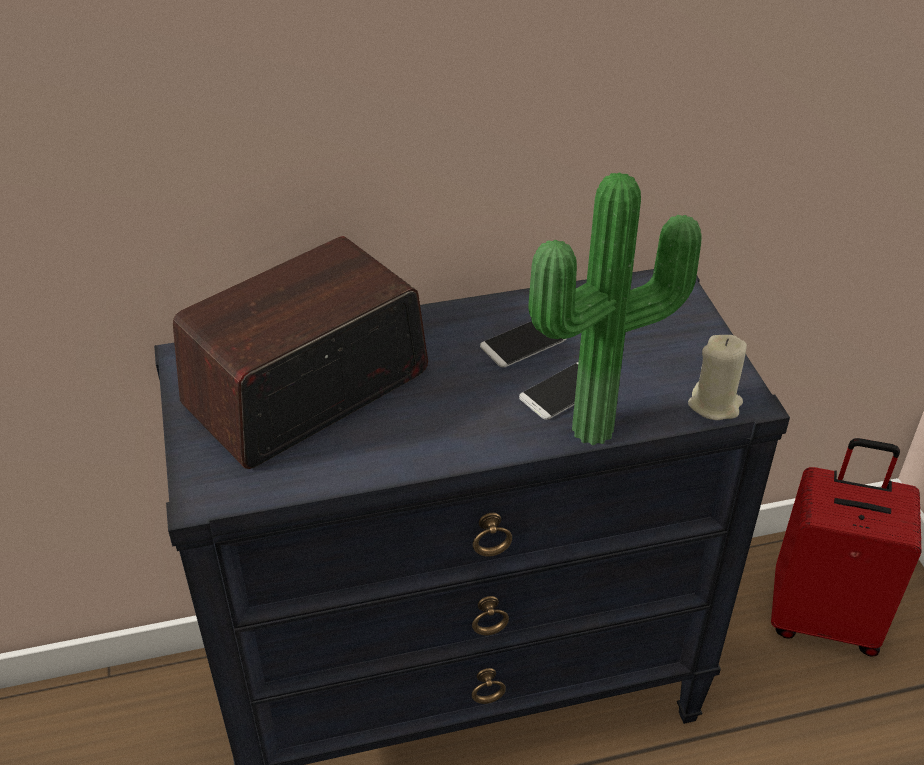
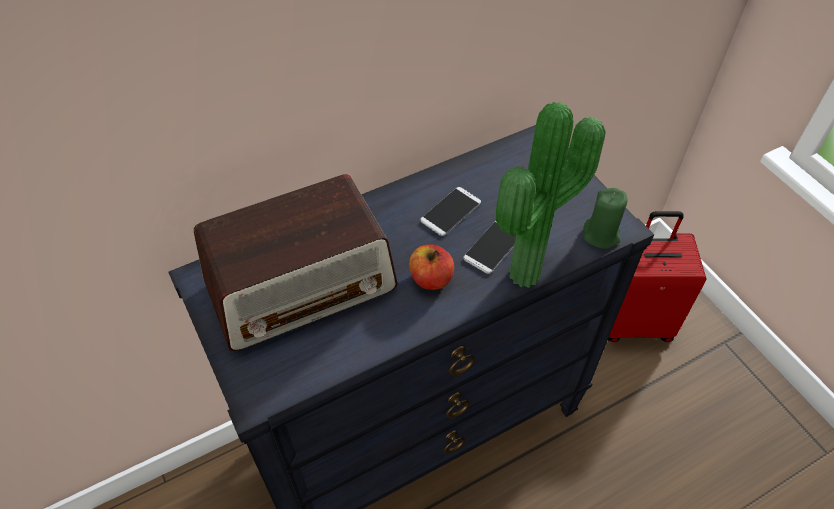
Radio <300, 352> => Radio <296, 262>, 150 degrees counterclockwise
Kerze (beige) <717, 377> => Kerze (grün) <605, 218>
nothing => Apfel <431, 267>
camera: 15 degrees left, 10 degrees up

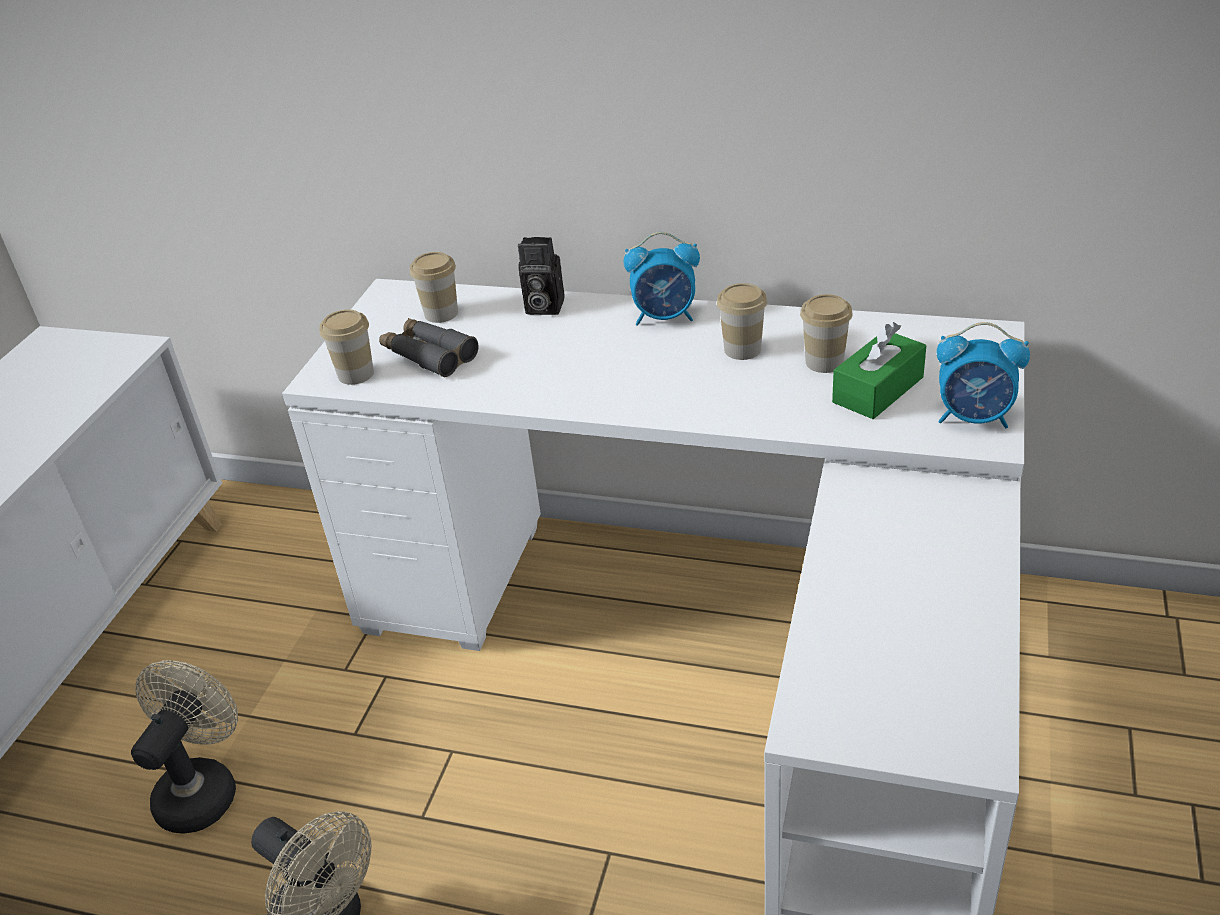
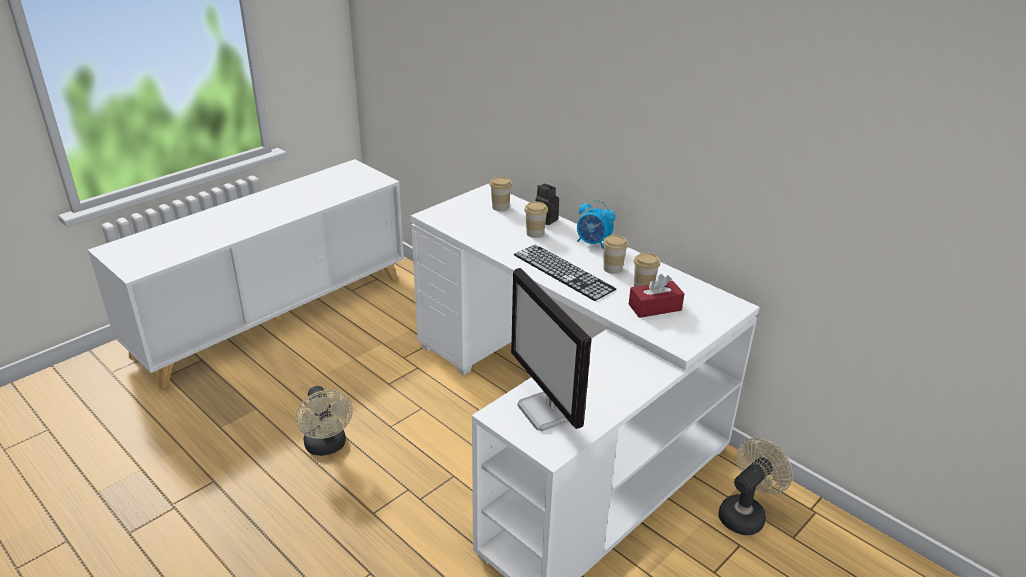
Ventilator (beige) <184, 747> => Ventilator (beige) <755, 486>, moved
Tasse <346, 347> => Tasse <536, 219>, moved
Fernglas (grau) <429, 347> => nothing
Taschentuchbox (grün) <879, 370> => Taschentuchbox (rot) <656, 296>
Wecker <983, 375> => nothing
nothing => Monitor <551, 349>
nothing => Tastatur <565, 272>
camera: 25 degrees right, 5 degrees down

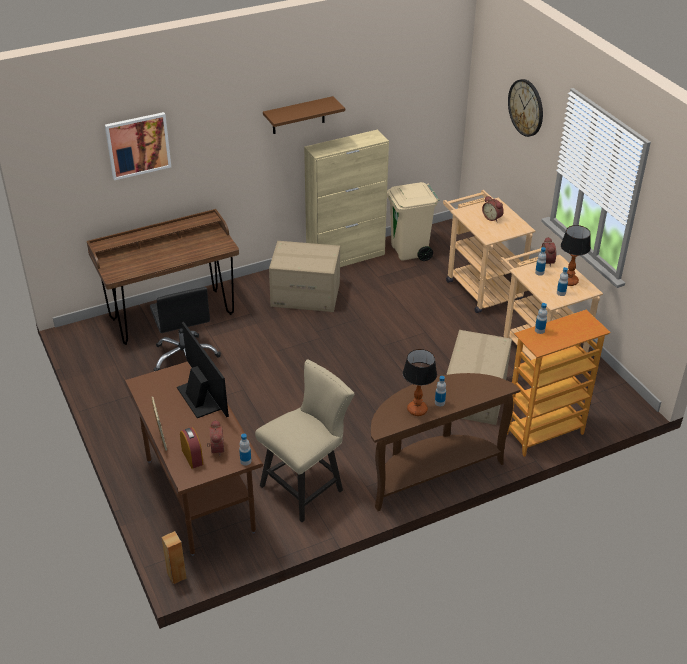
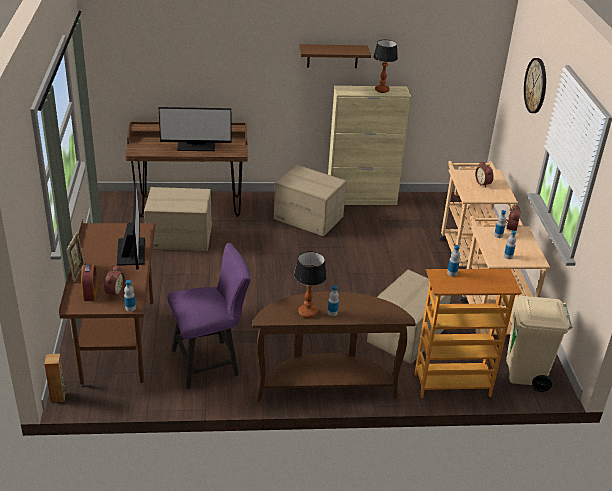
Bild <138, 146> => nothing
Bürostuhl (schwarz) <185, 329> => Karton <178, 219>
Stuhl (beige) <305, 440> => Stuhl (lila) <209, 316>
Mülleimer (beige) <413, 221> => Mülleimer (beige) <539, 344>, moved
Tischlampe <576, 255> => Tischlampe <385, 66>, moved
nothing => Monitor <195, 129>
camera: 20 degrees right, 5 degrees down

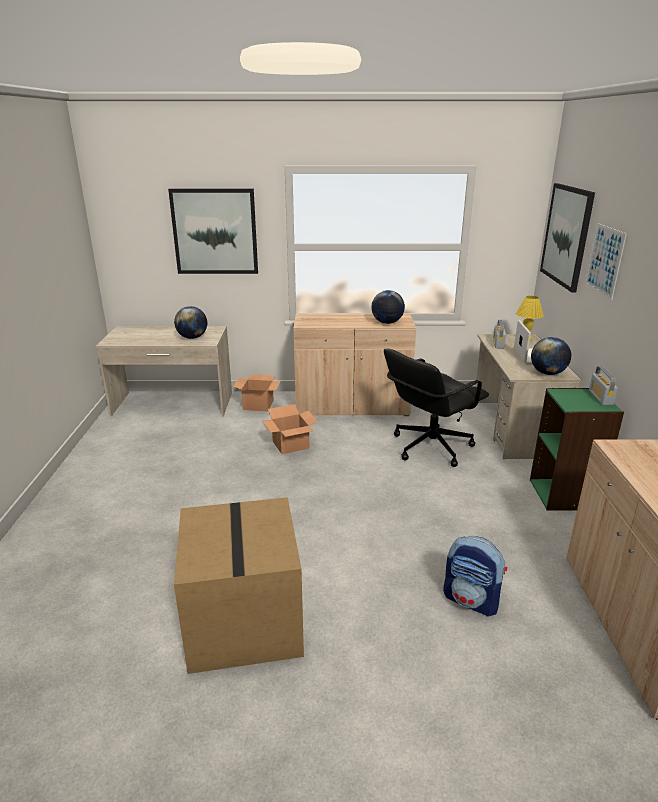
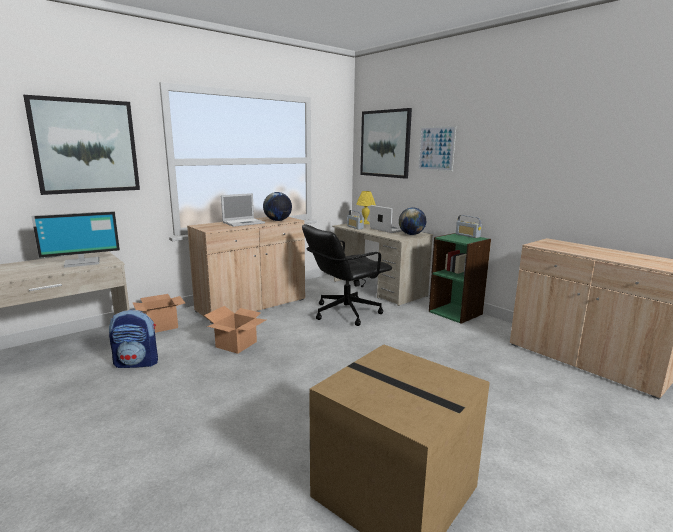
Globus <190, 322> => Monitor <75, 239>
Bürostuhl (schwarz) <436, 407> => Bürostuhl (schwarz) <347, 275>, 45 degrees clockwise
Rucksack <475, 576> => Rucksack <133, 338>, moved
nothing => Laptop <243, 210>
camera: 40 degrees left, 10 degrees down

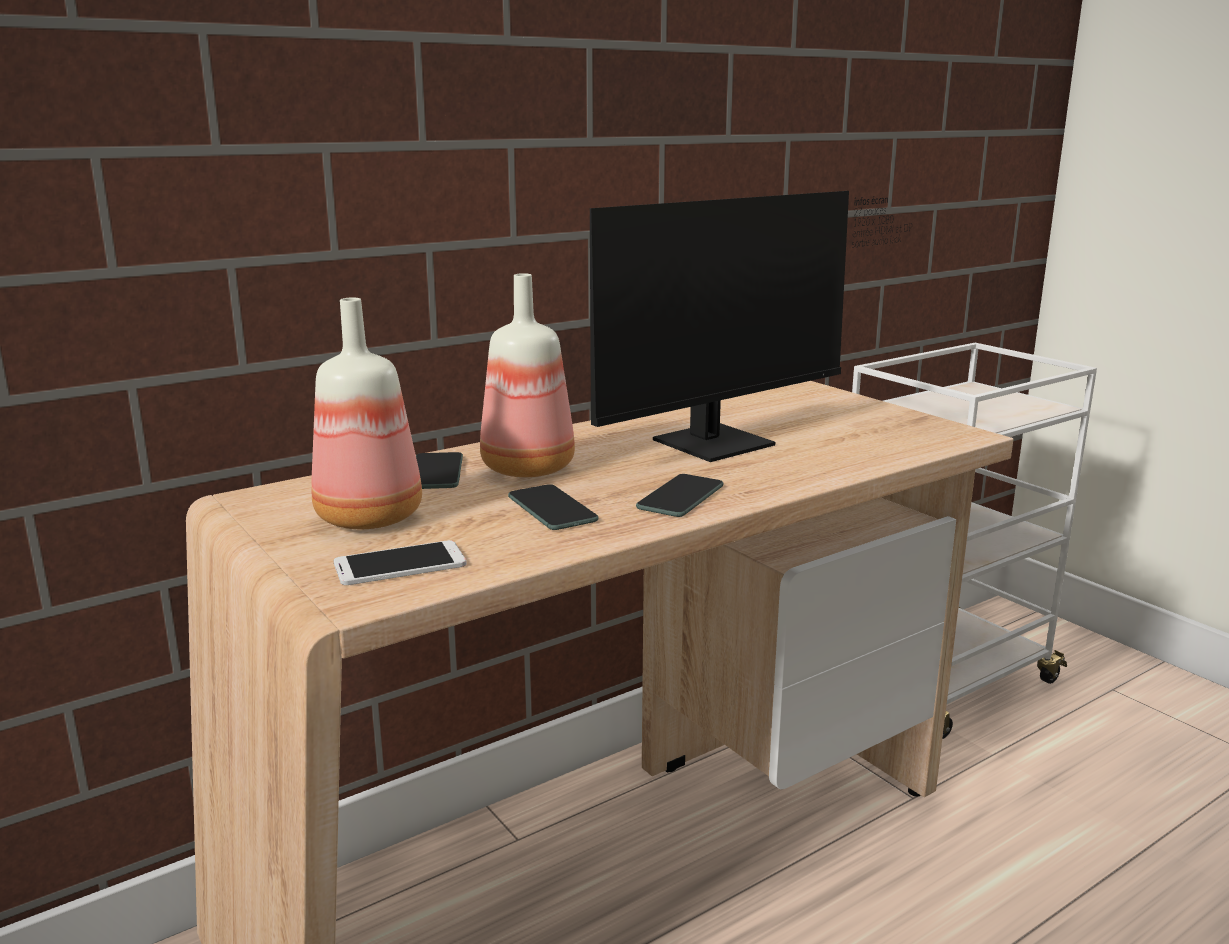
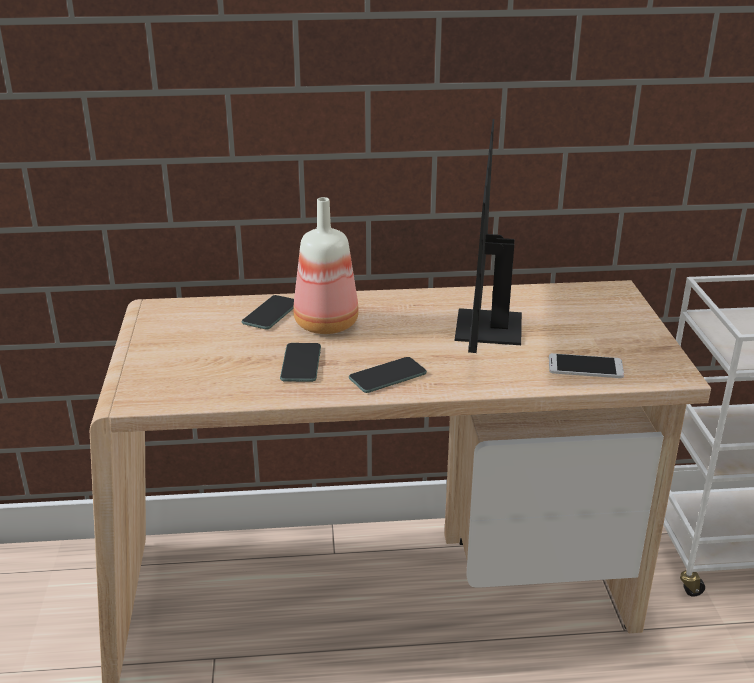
Flasche <366, 413> => nothing
Handy <400, 562> => Handy <586, 365>, moved
Monitor <751, 326> => Monitor <488, 236>, 105 degrees clockwise
camera: 30 degrees right, 10 degrees up

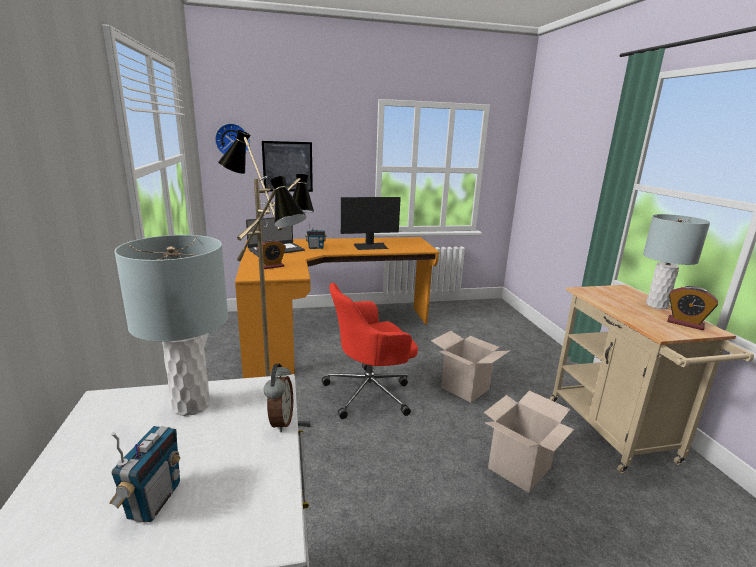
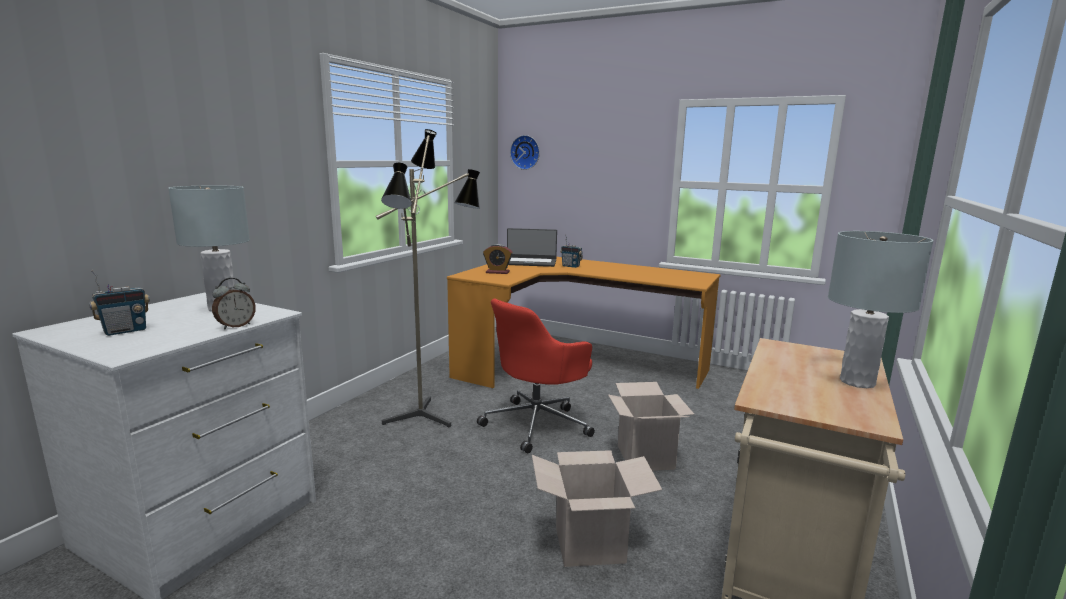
Bild <287, 166> => nothing
Bürostuhl (rot) <370, 351> => Bürostuhl (rot) <536, 375>, 60 degrees counterclockwise
Monitor <371, 223> => nothing
Wecker <693, 308> => nothing
camera: 40 degrees right, 5 degrees down

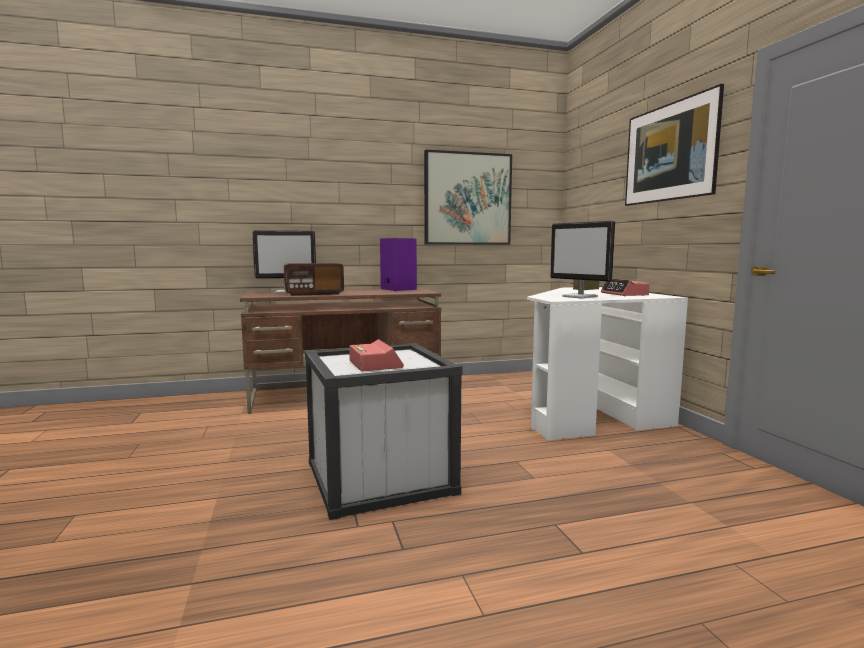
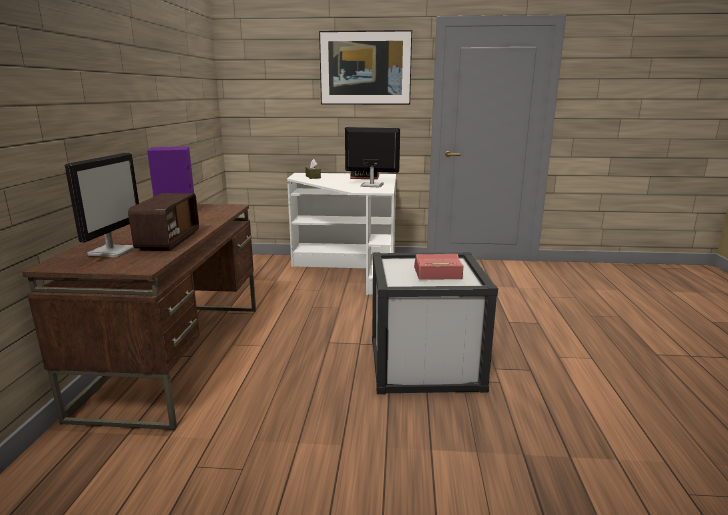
Bild <468, 197> => nothing
Monitor <582, 260> => Monitor <372, 157>, 150 degrees counterclockwise
camera: 70 degrees left, 10 degrees up

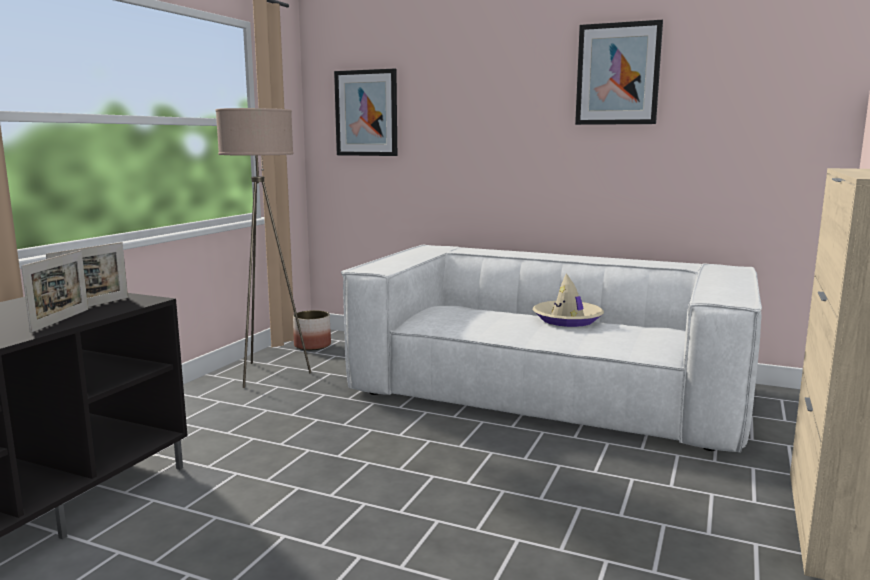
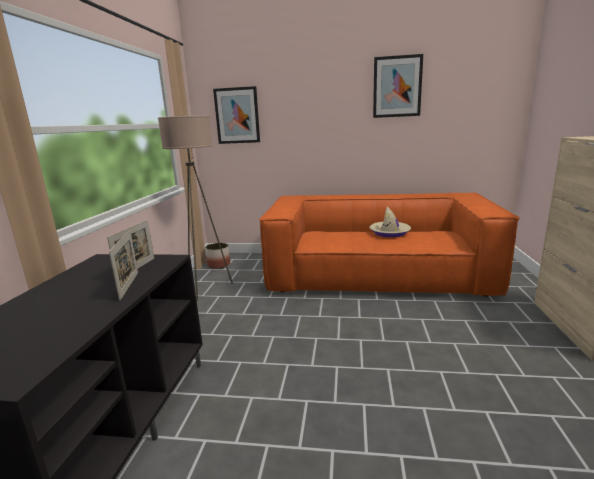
Sofa (weiß) <551, 348> => Sofa (orange) <389, 245>
camera: 15 degrees left, 5 degrees up

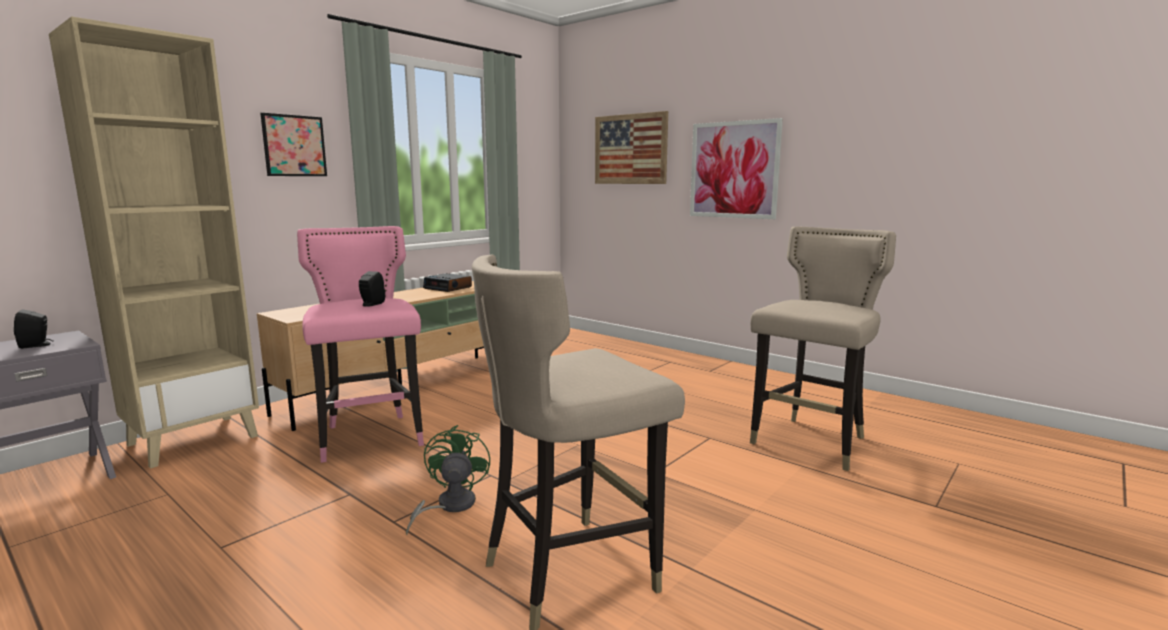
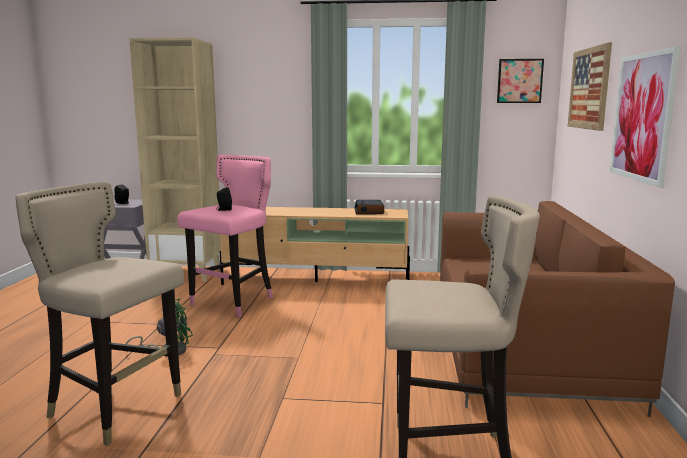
Bild <293, 144> => Bild <520, 81>, moved
nothing => Sofa (braun) <557, 309>
camera: 55 degrees right, 0 degrees up

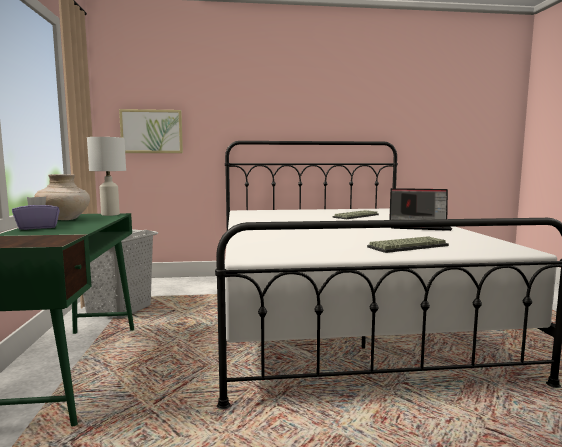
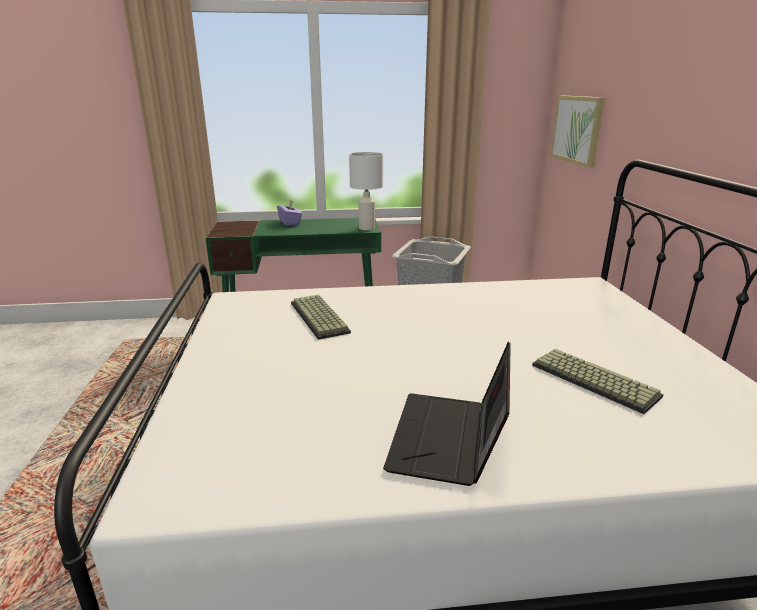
Vase (beige) <62, 197> => nothing
Tastatur <408, 244> => Tastatur <321, 317>, moved
camera: 90 degrees right, 15 degrees up

